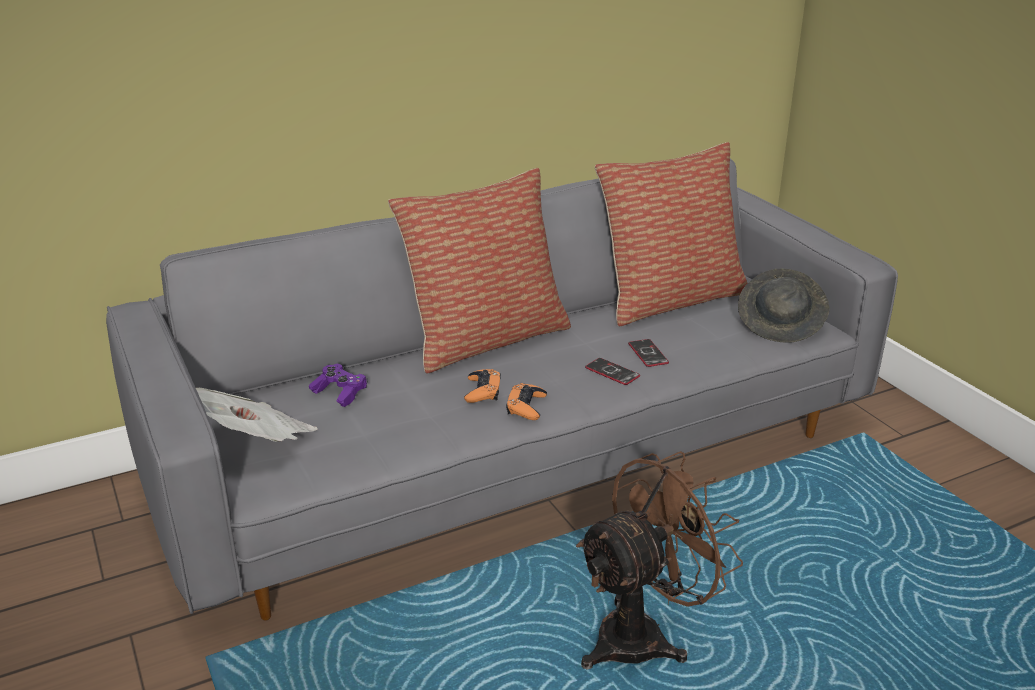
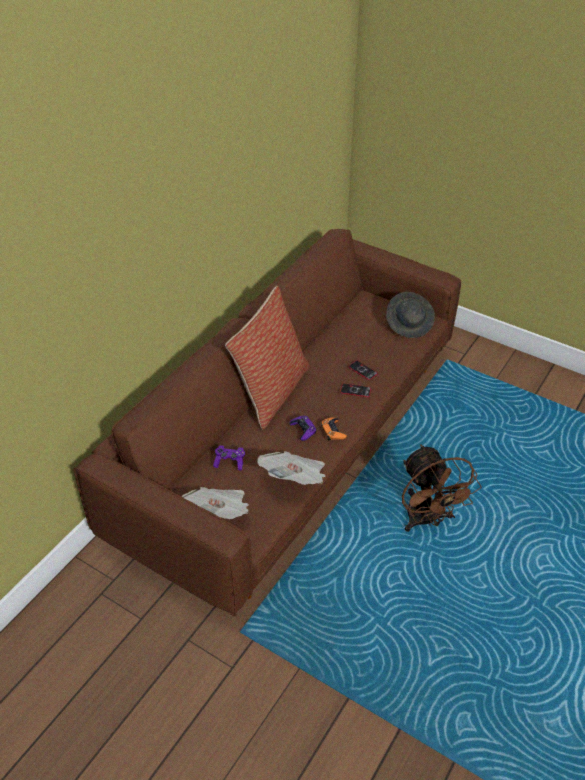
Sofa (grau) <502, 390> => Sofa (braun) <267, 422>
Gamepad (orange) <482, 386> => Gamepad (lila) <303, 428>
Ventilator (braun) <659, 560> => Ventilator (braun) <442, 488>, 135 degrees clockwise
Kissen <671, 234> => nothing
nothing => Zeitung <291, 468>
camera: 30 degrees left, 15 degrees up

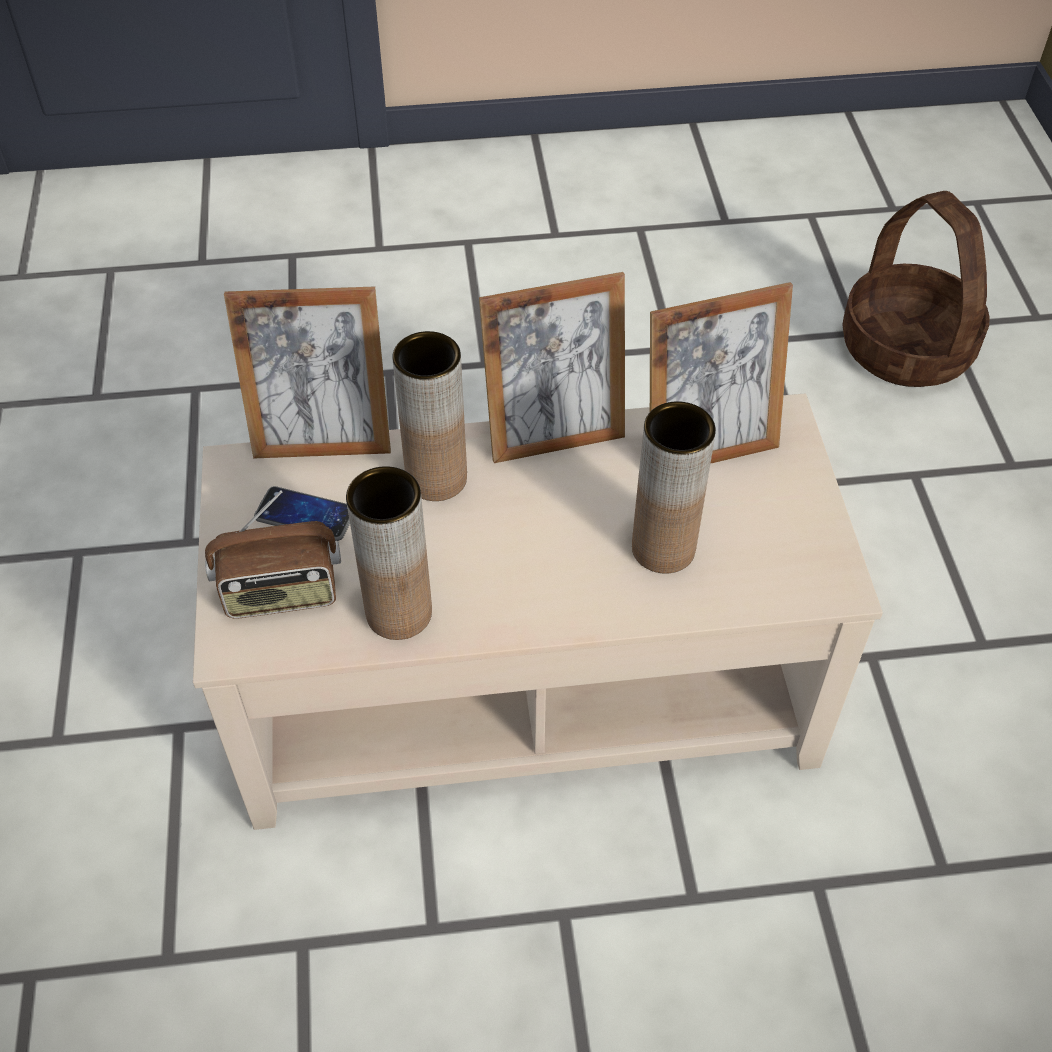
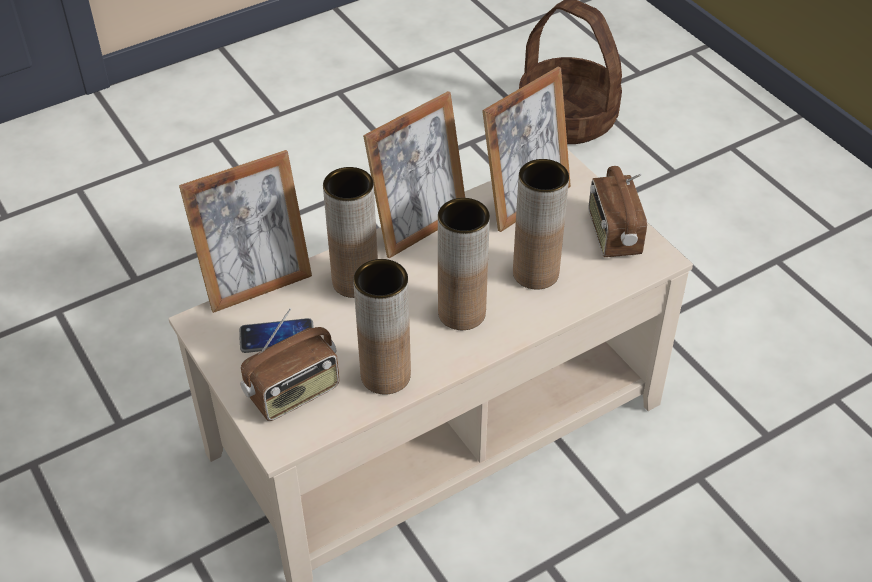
nothing => Vase (braun) <464, 264>
nothing => Radio <618, 211>
camera: 25 degrees left, 5 degrees down

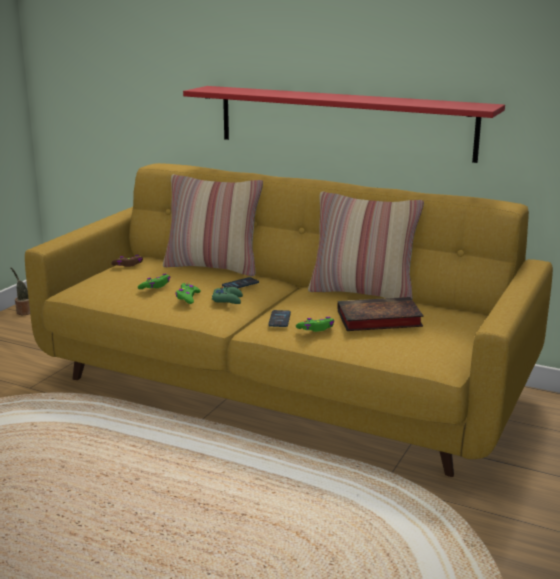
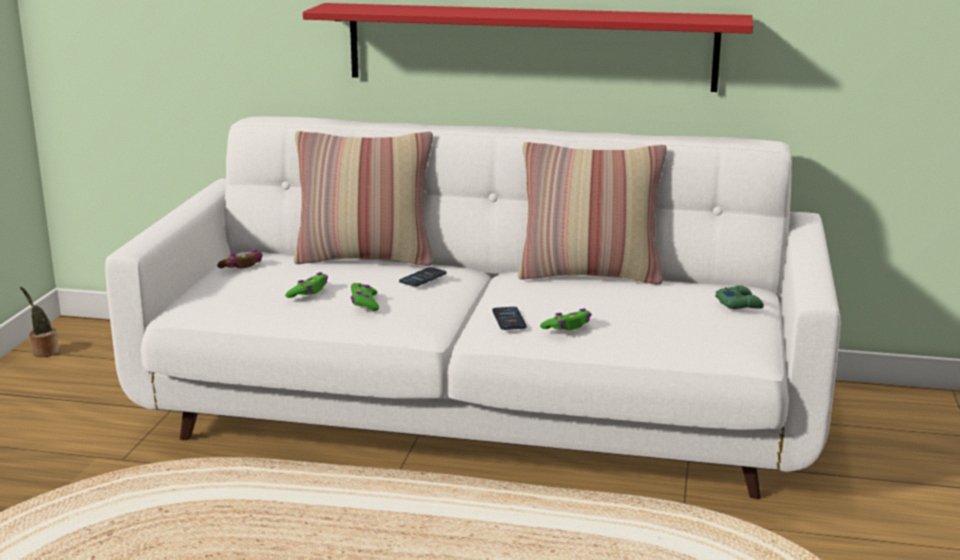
Sofa (gelb) <289, 320> => Sofa (weiß) <473, 307>
Gamepad (grün) <227, 295> => Gamepad (grün) <739, 297>, moved
Buch <381, 314> => nothing
camera: 15 degrees left, 0 degrees up

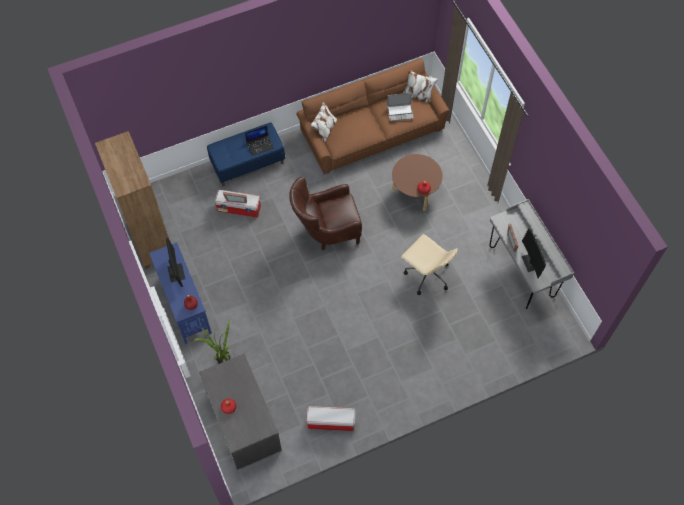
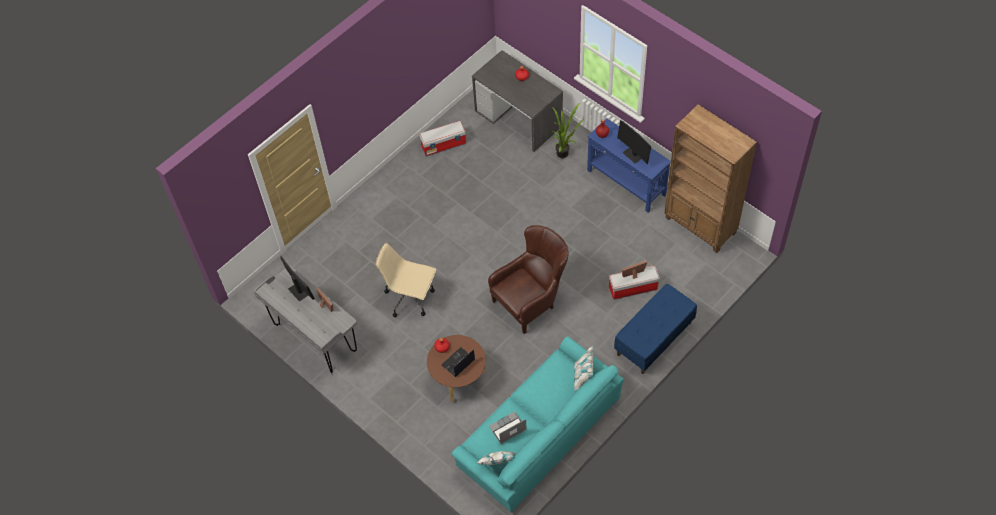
Laptop <259, 141> => Laptop <458, 362>, moved
Sofa (braun) <373, 116> => Sofa (türkis) <538, 424>
camera: 160 degrees right, 5 degrees down

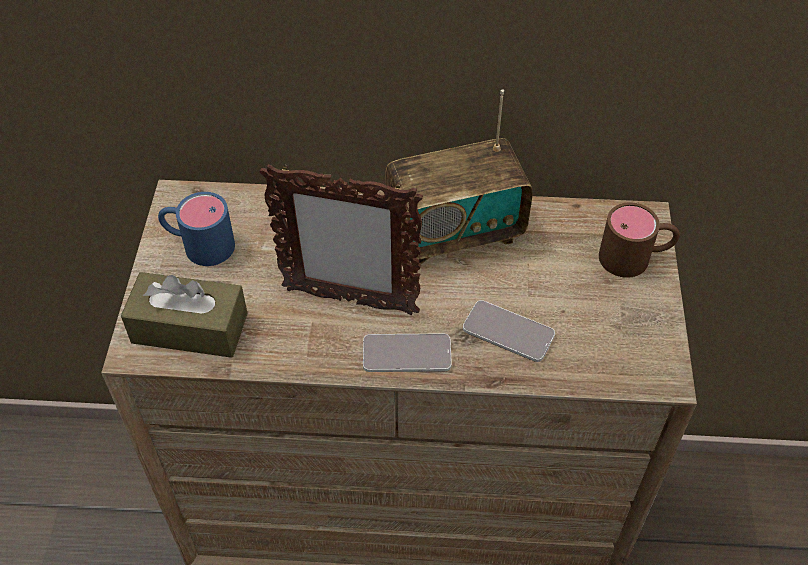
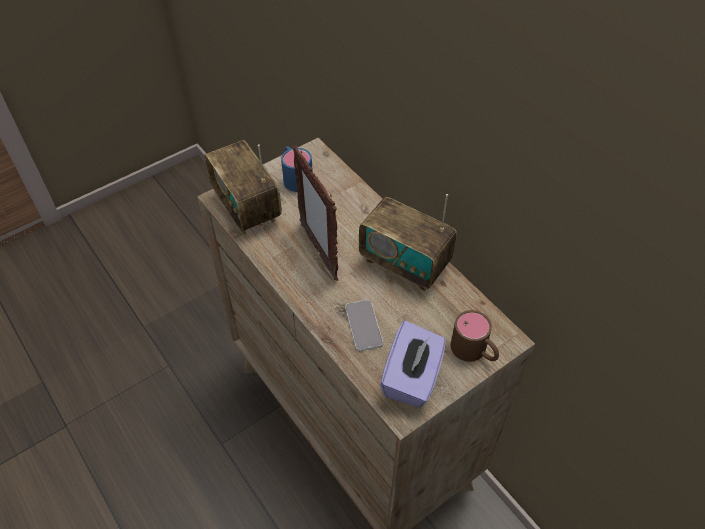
Taschentuchbox (braun) <184, 315> => Radio <243, 187>
Handy <407, 353> => nothing
nothing => Taschentuchbox (lila) <413, 364>
camera: 50 degrees right, 0 degrees up

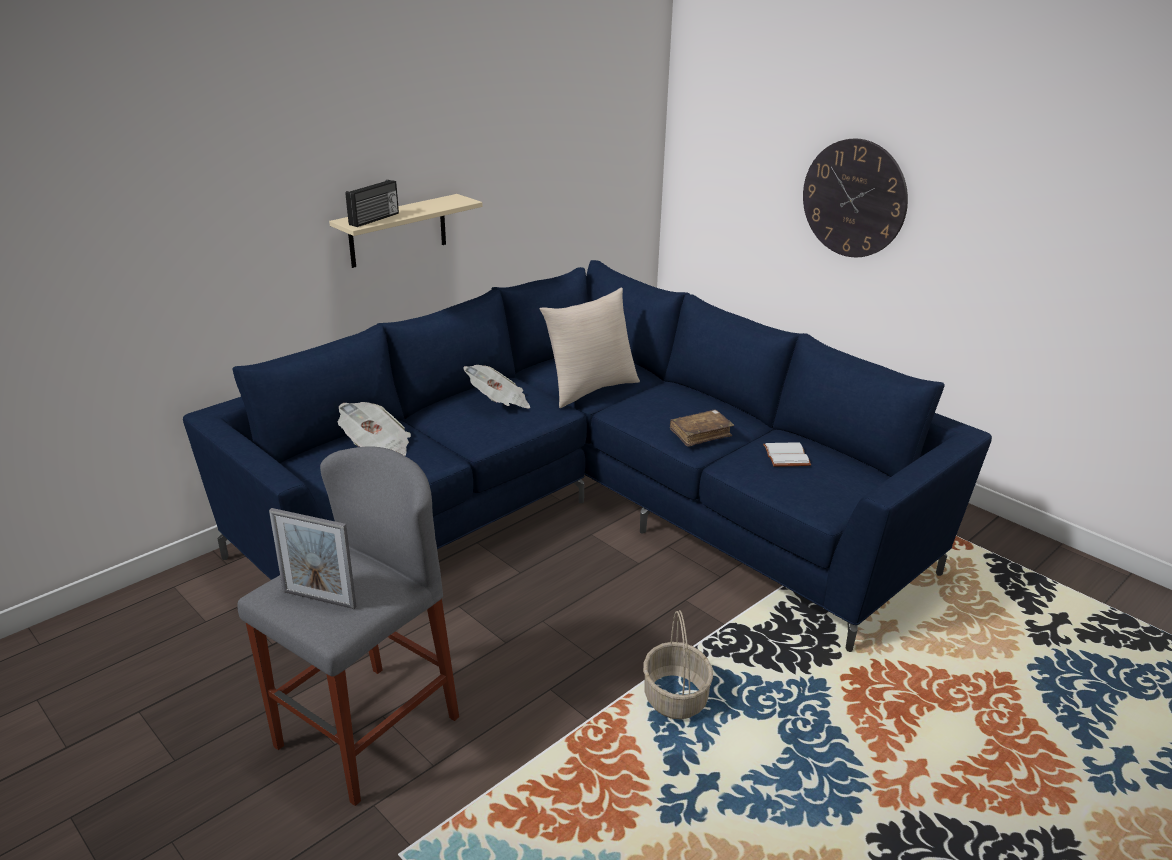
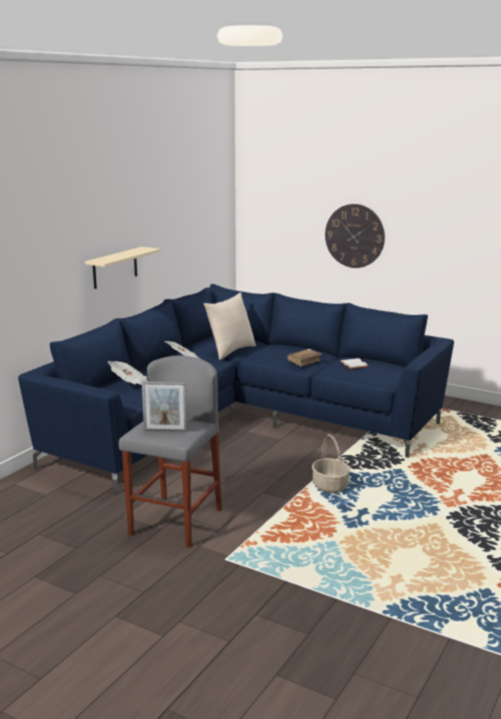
Radio <372, 203> => nothing
camera: 15 degrees left, 10 degrees down

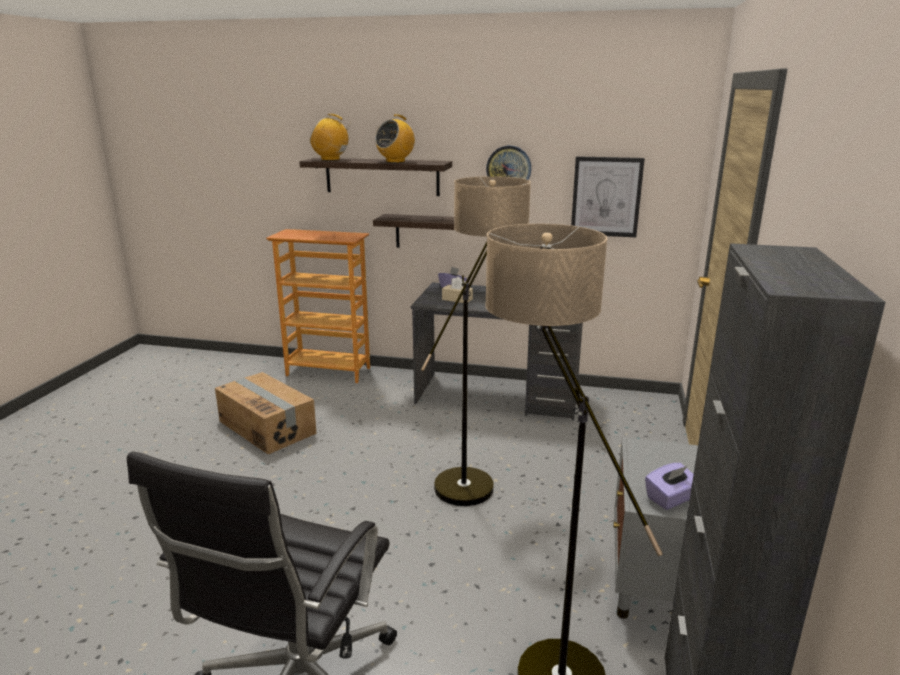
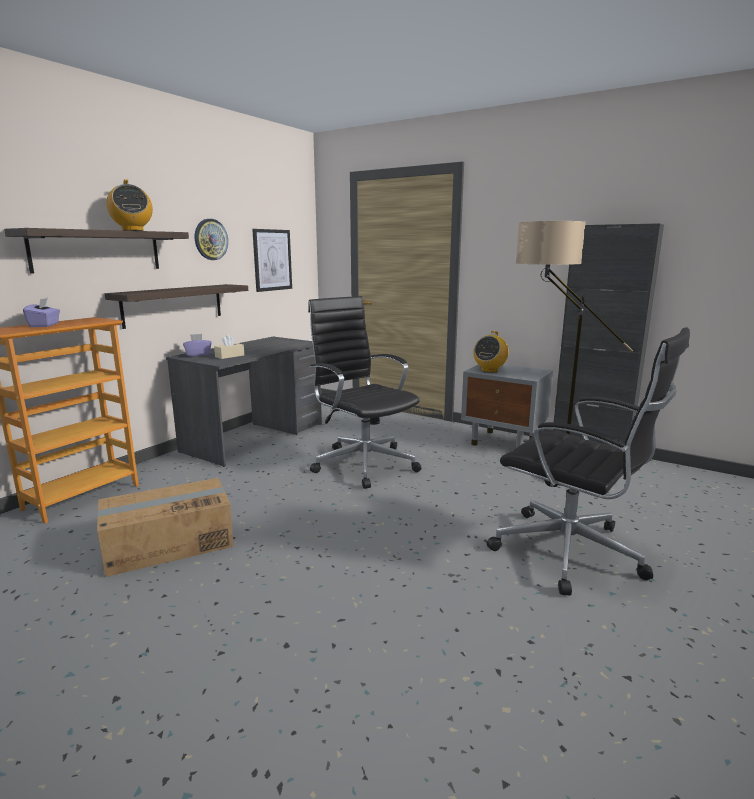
Radio <330, 137> => Radio <491, 351>, moved
Stehlampe <476, 341> => Bürostuhl (schwarz) <364, 392>
Taschentuchbox (lila) <669, 486> => Taschentuchbox (lila) <41, 312>, moved
camera: 70 degrees left, 5 degrees down

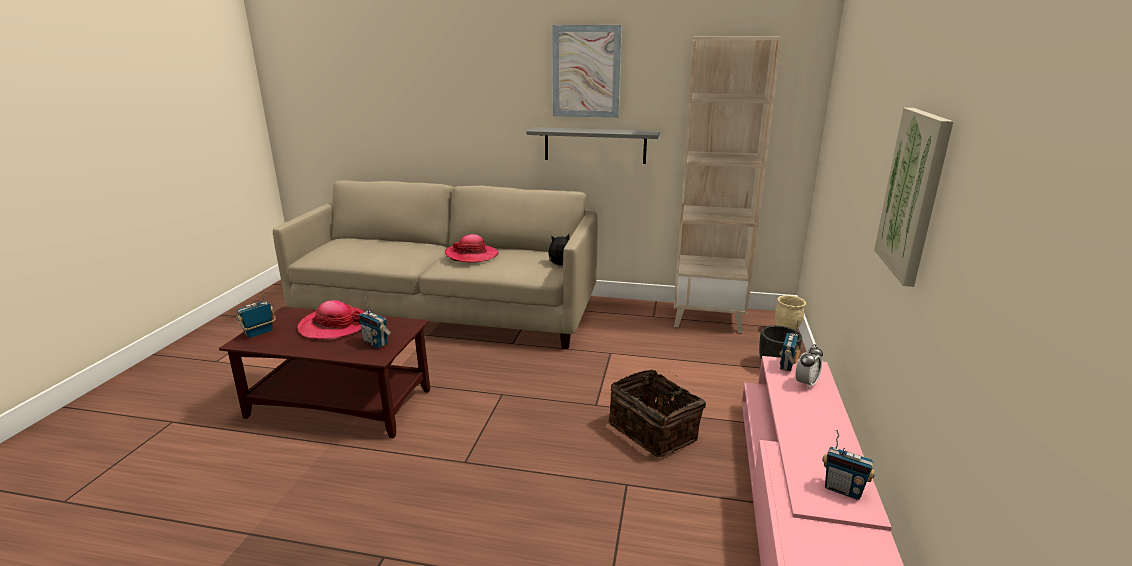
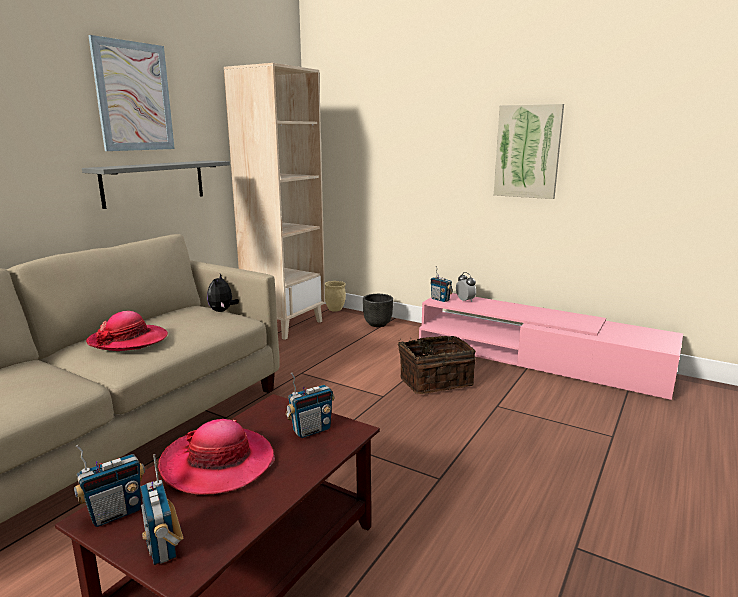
Radio <848, 465> => Radio <109, 486>, moved
camera: 70 degrees left, 5 degrees down

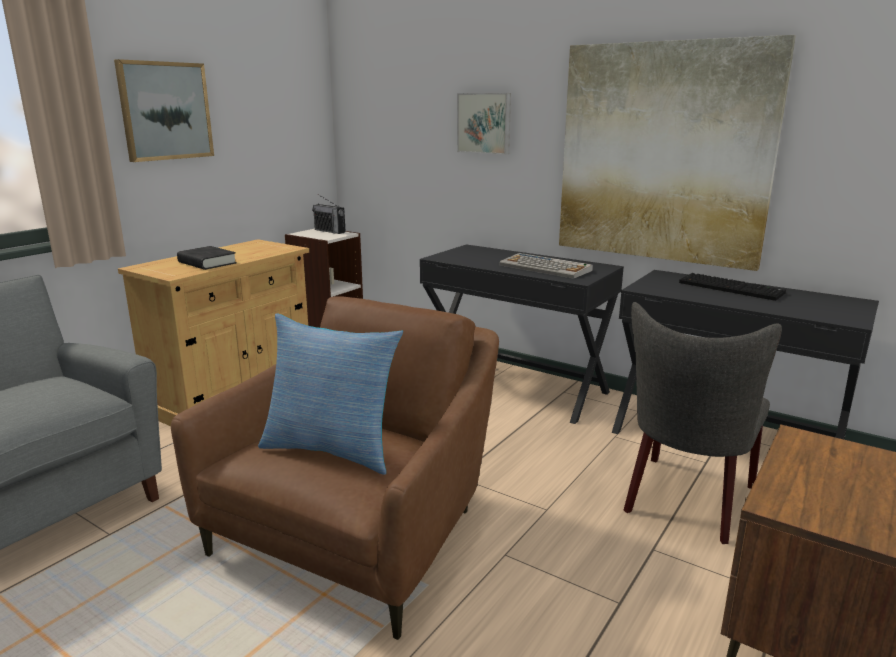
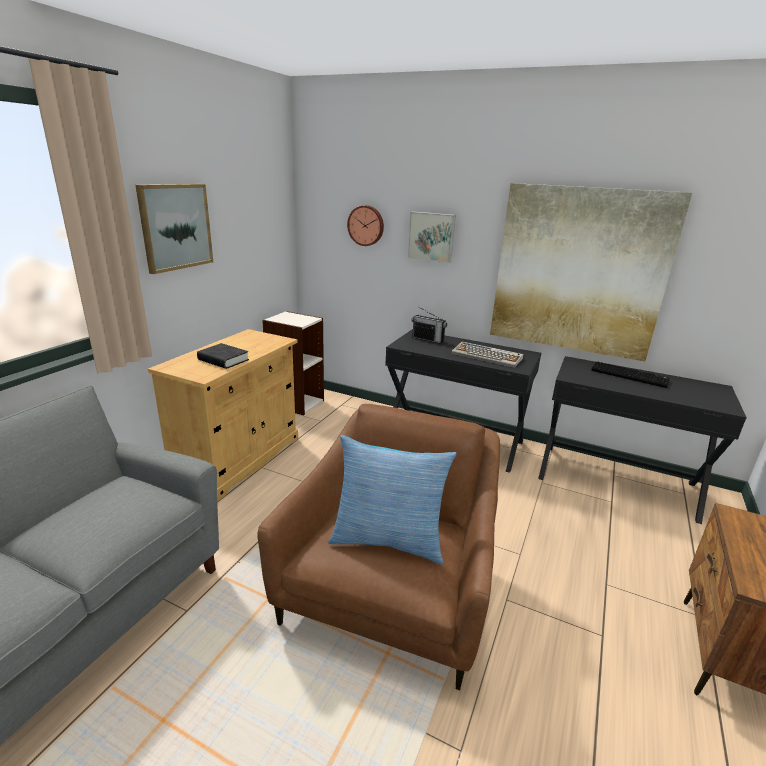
Radio <329, 214> => Radio <429, 325>, moved
Stuhl (grau) <703, 423> => nothing
nothing => Wanduhr <365, 225>
camera: 10 degrees left, 5 degrees up

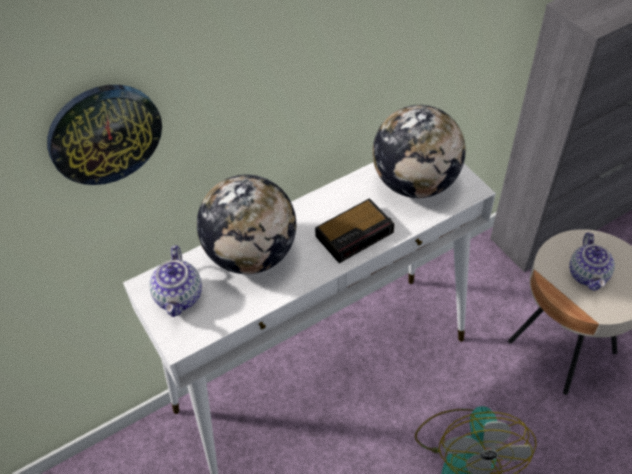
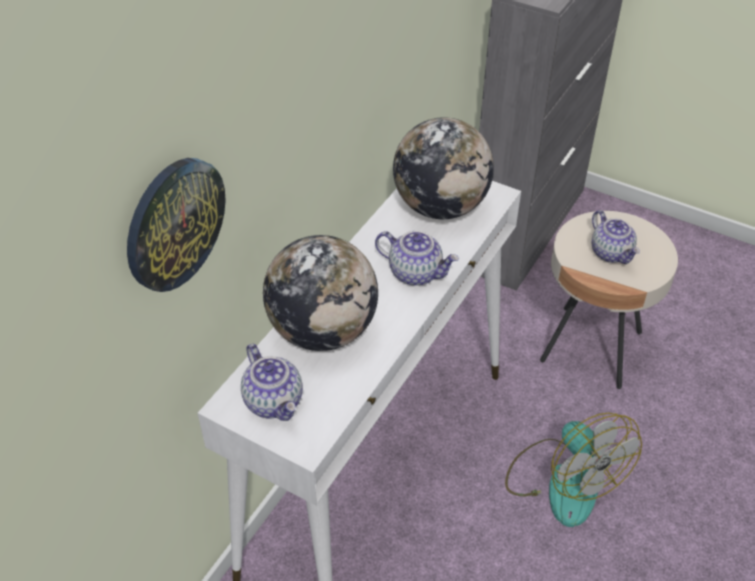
Wecker <354, 230> => Teekanne <417, 258>
camera: 30 degrees left, 5 degrees down

